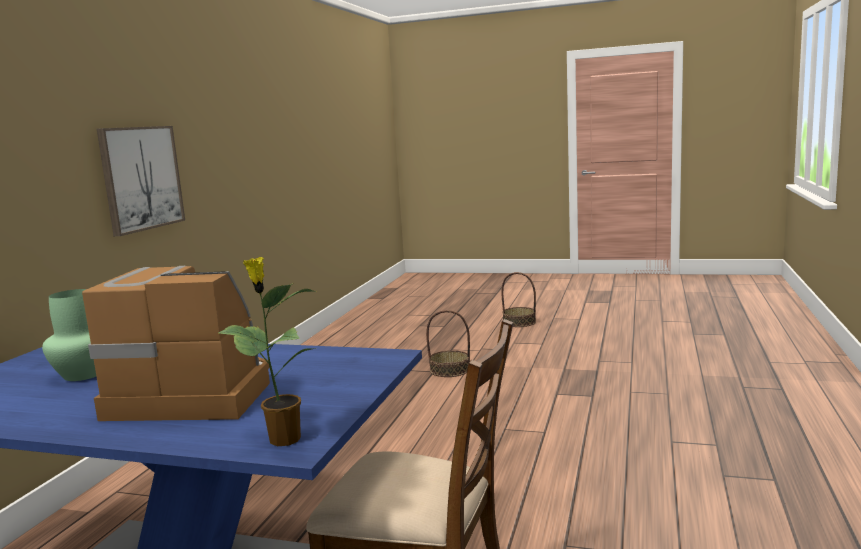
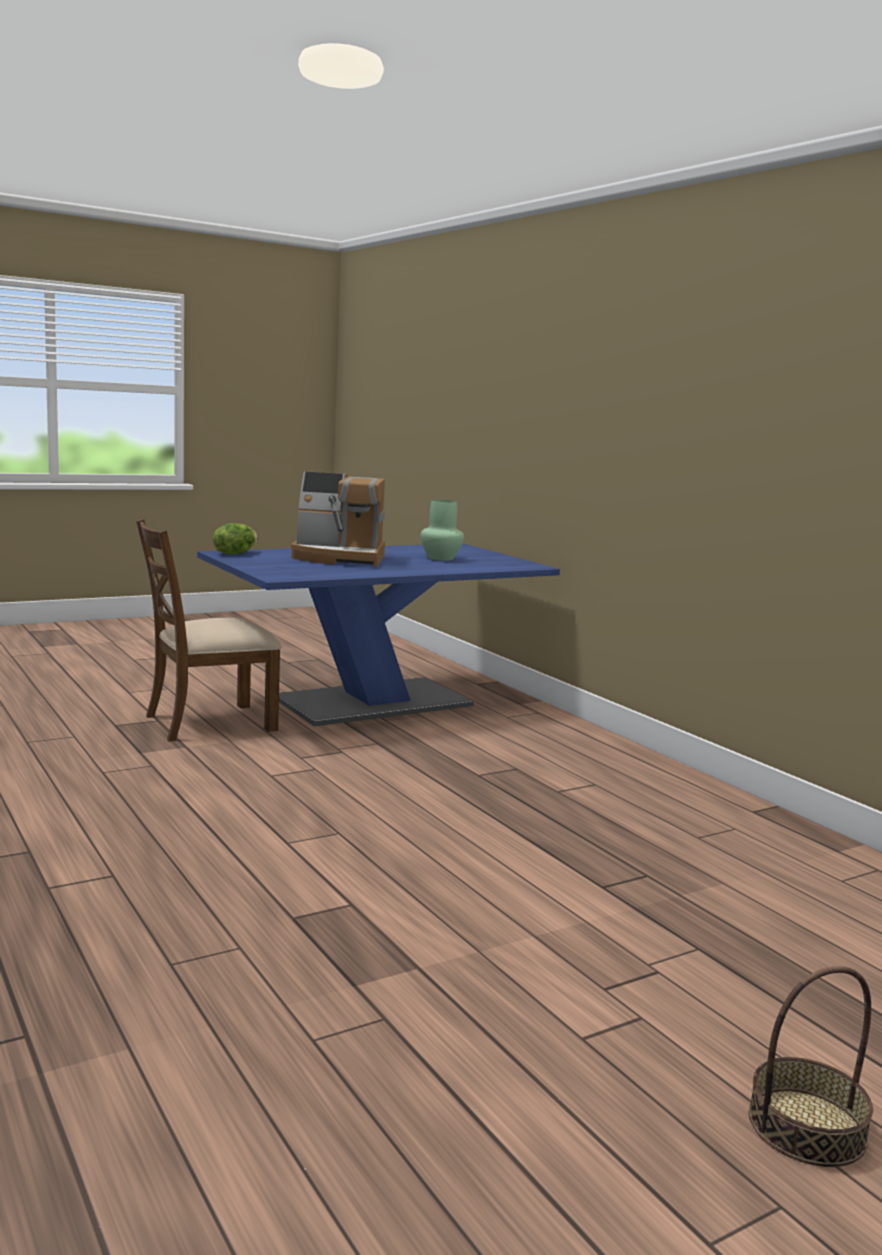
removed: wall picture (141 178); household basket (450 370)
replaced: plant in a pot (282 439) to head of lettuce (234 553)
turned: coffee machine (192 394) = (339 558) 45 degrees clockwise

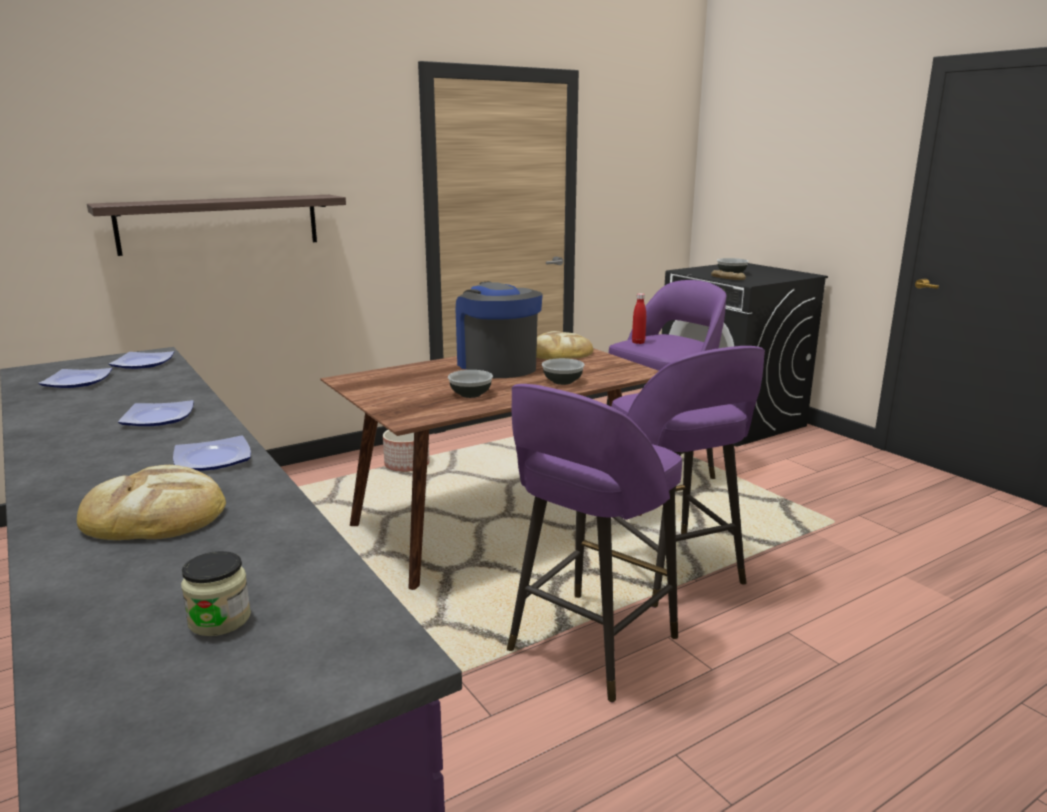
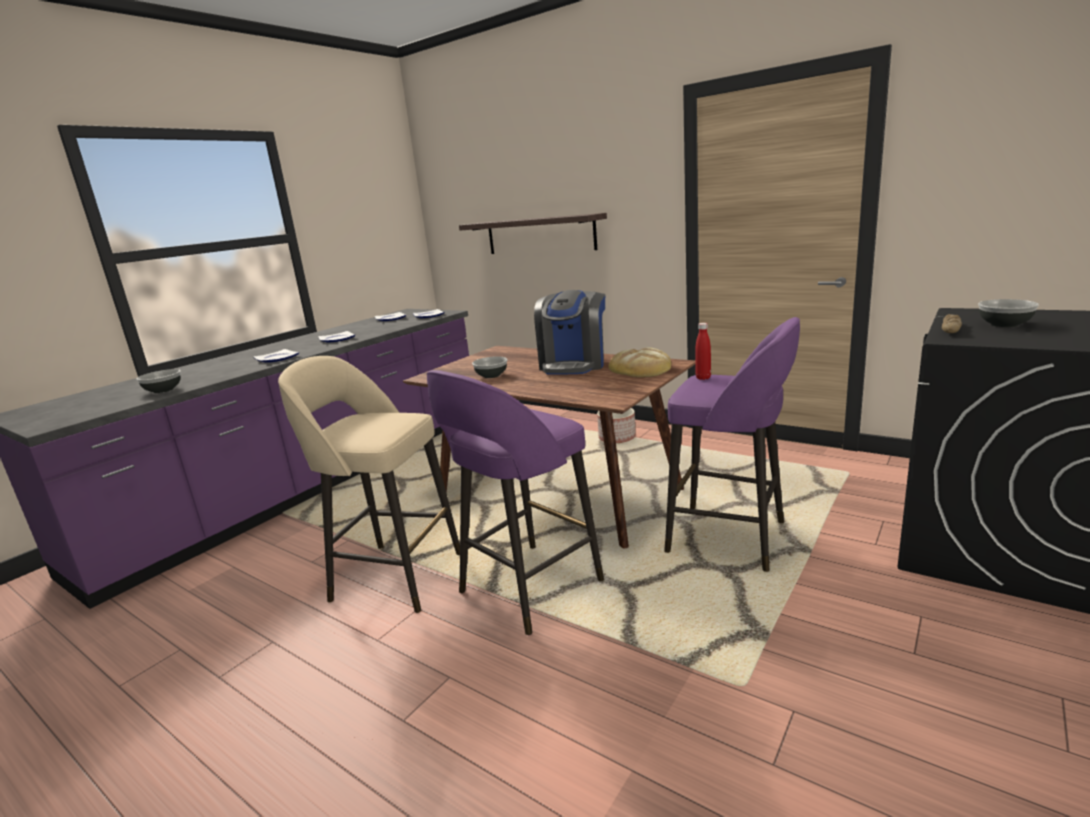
removed: baked bread (155 513); jar (219 619)
moved: deep dish (562 382) to (163 390)
recoloured: purple-coloured stool seat (589 646) to sand-coloured stool seat (394 576)
turned: coffee machine (496 366) = (573 365) 150 degrees clockwise

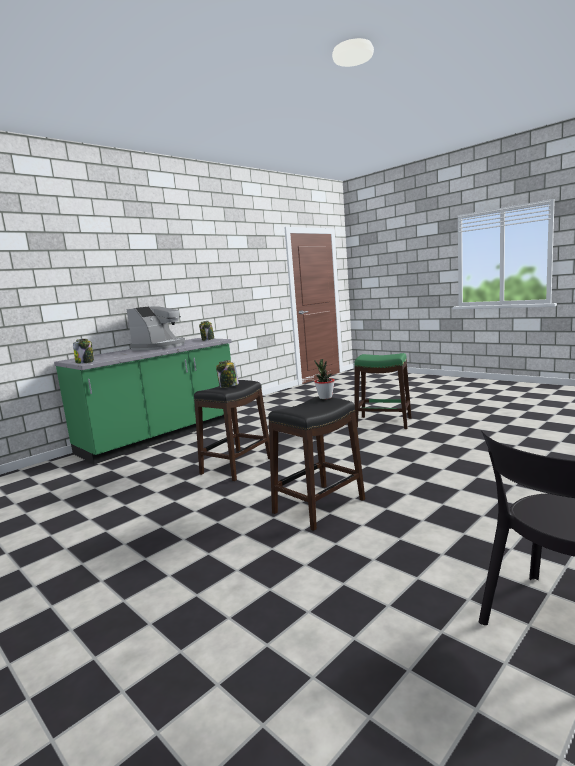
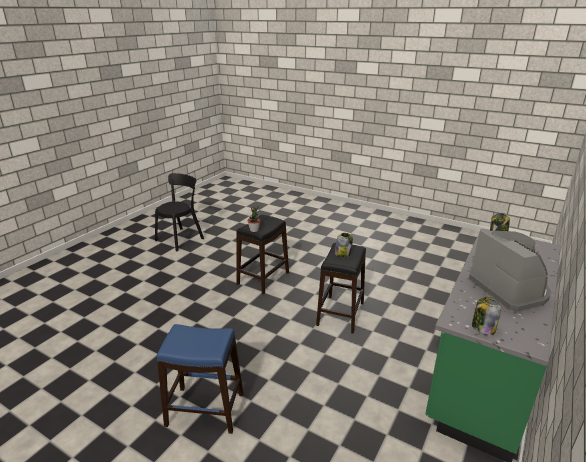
recoloured: green-coloured stool seat (383 422) to bluish stool seat (205 410)
turned: coffee machine (160 347) = (509 290) 150 degrees clockwise

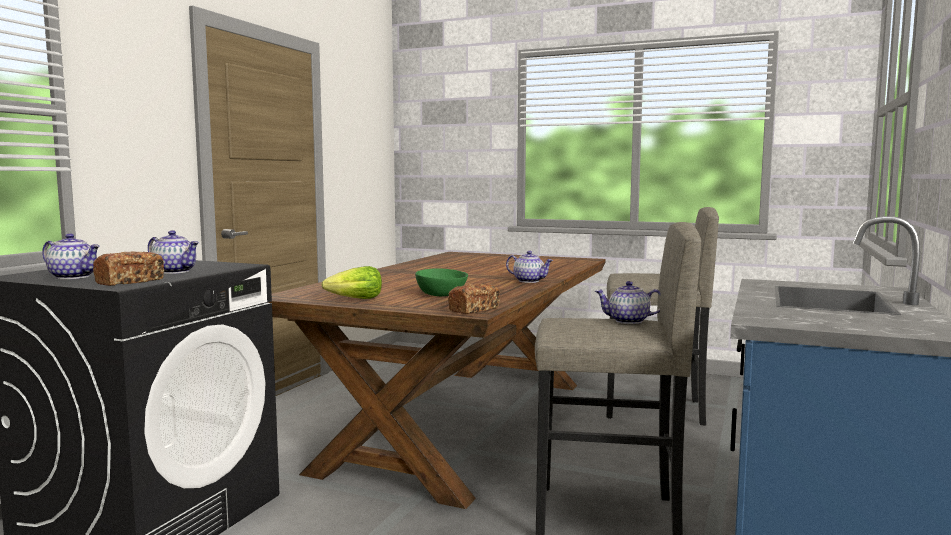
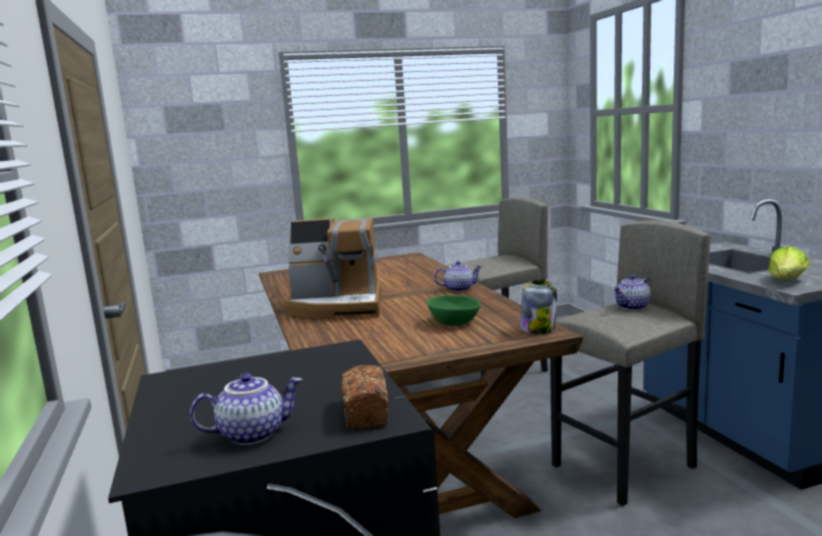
removed: pot for tea (175 271)
added: coffee machine (338 306)
moved: head of lettuce (355 299) to (787 280)
replaced: baked bread (474 309) to jar (538 329)

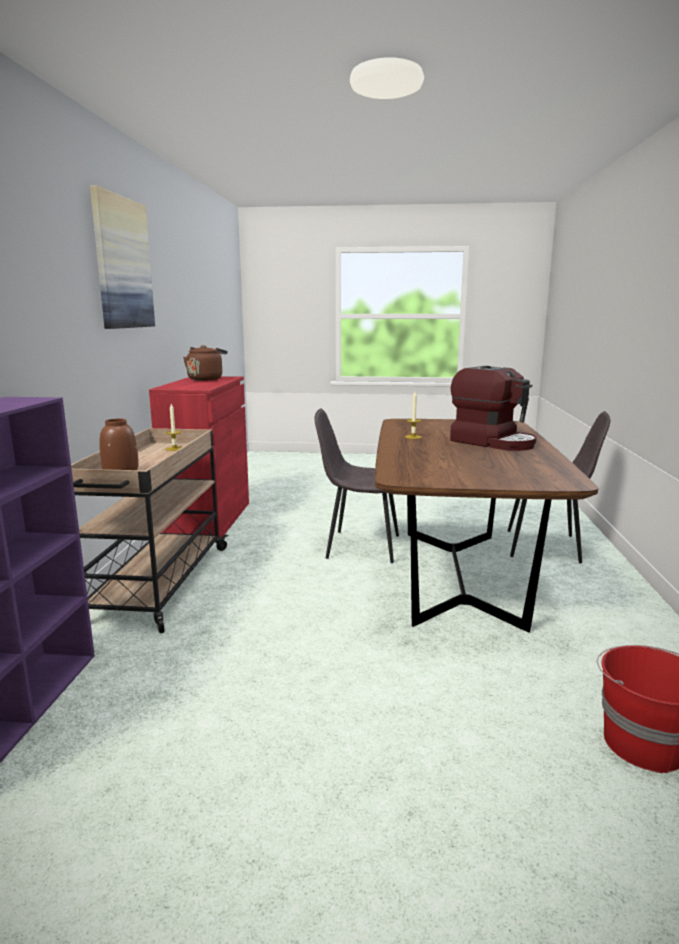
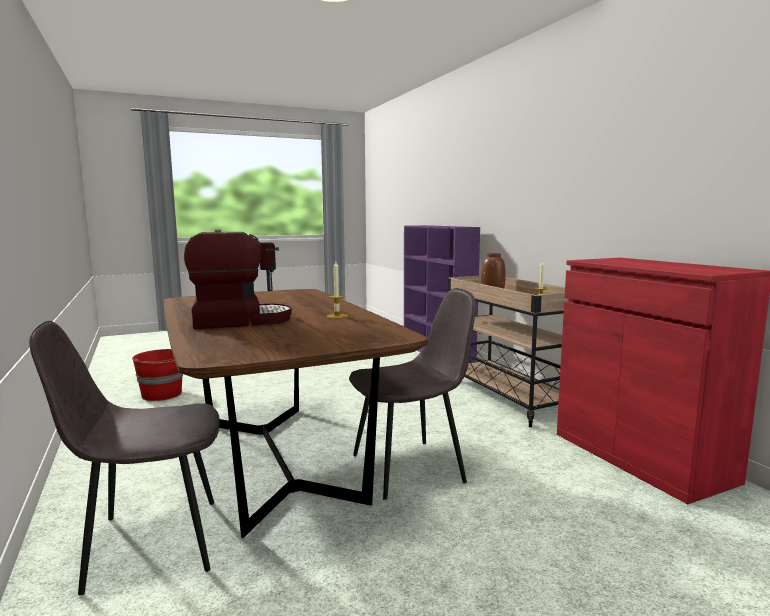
removed: wall picture (122 263); brown-coloured tea kettle (206 379)
turned: coffee machine (493 442) = (240 320) 150 degrees clockwise

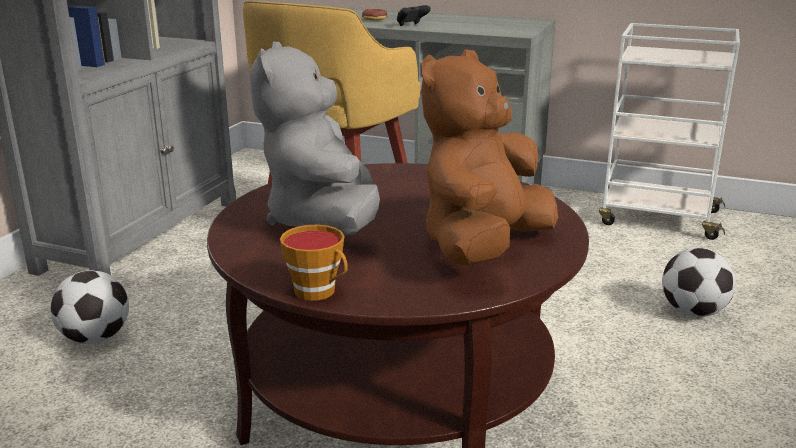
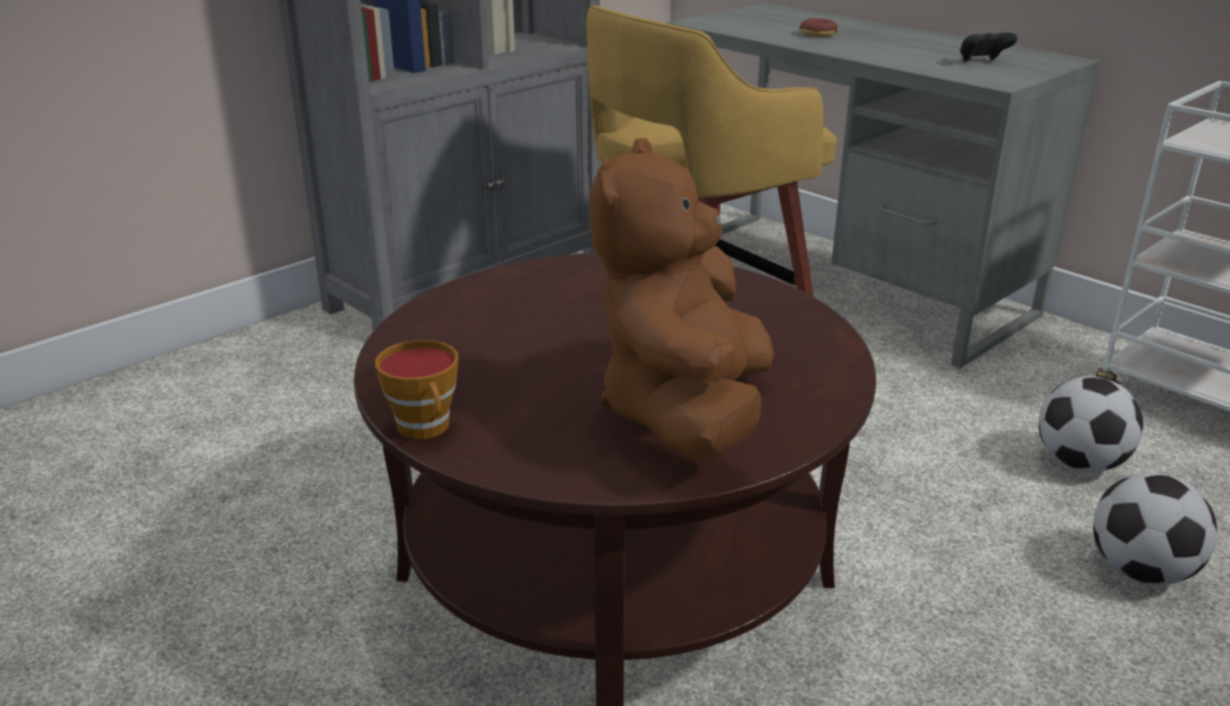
removed: gray cuddly toy (323 222)
moved: football (96 338) to (1080 464); black-coloured game controller (411 25) to (982 62)
turned: brown-coloured cuddly toy (483 247) = (685 413) 45 degrees counterclockwise

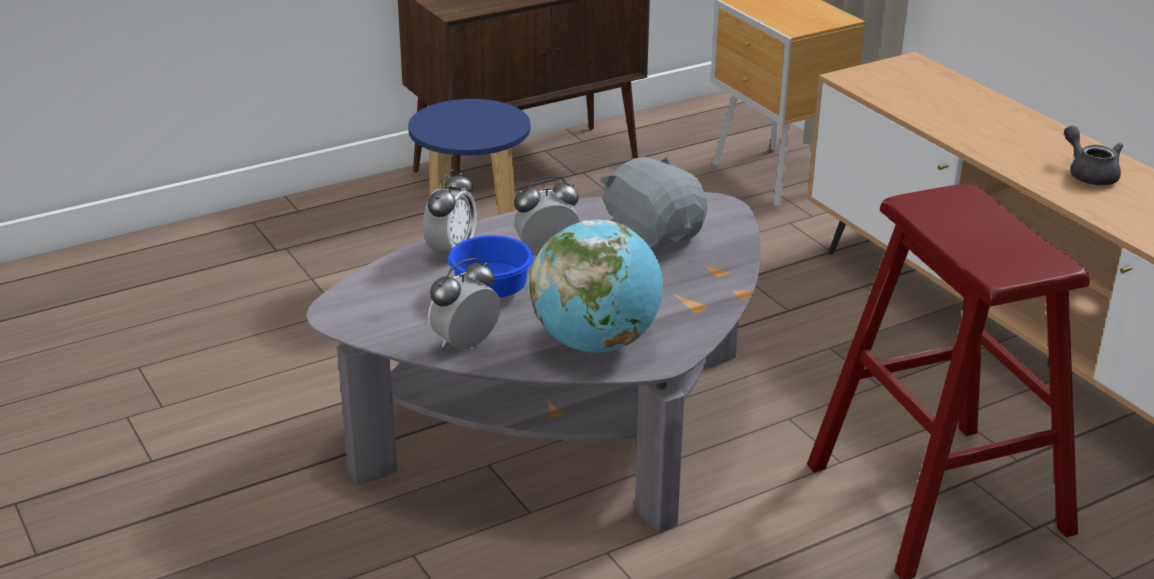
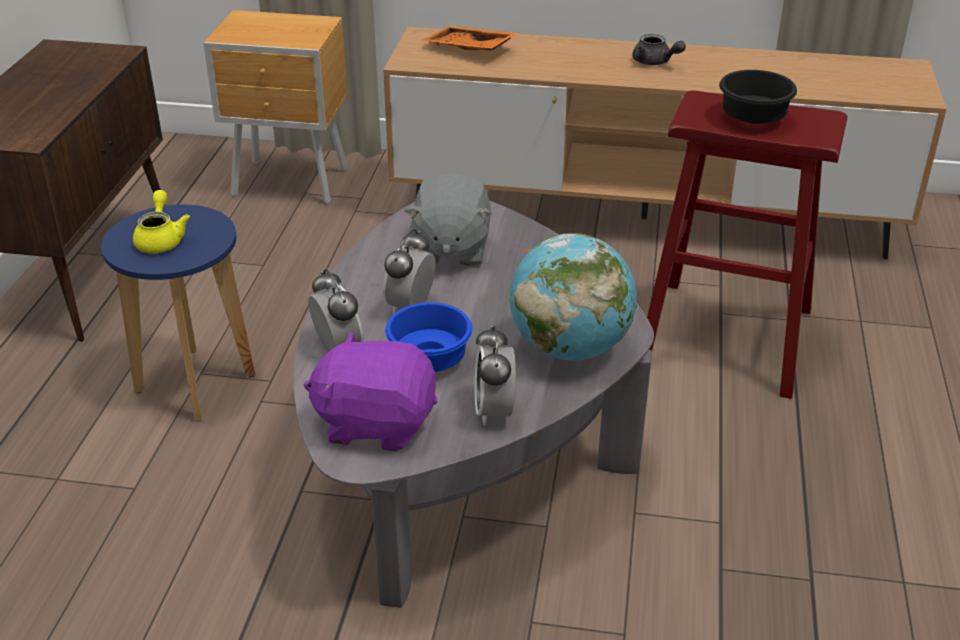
added: yellow-coloured pot for tea (161 239); purple-coloured cuddly toy (375 423); orange-coloured serving tray (468 49); black-coloured deep dish (753 120)
turned: gray cuddly toy (652 235) = (450 249) 90 degrees counterclockwise; gray pot for tea (1089 174) = (655 62) 150 degrees counterclockwise

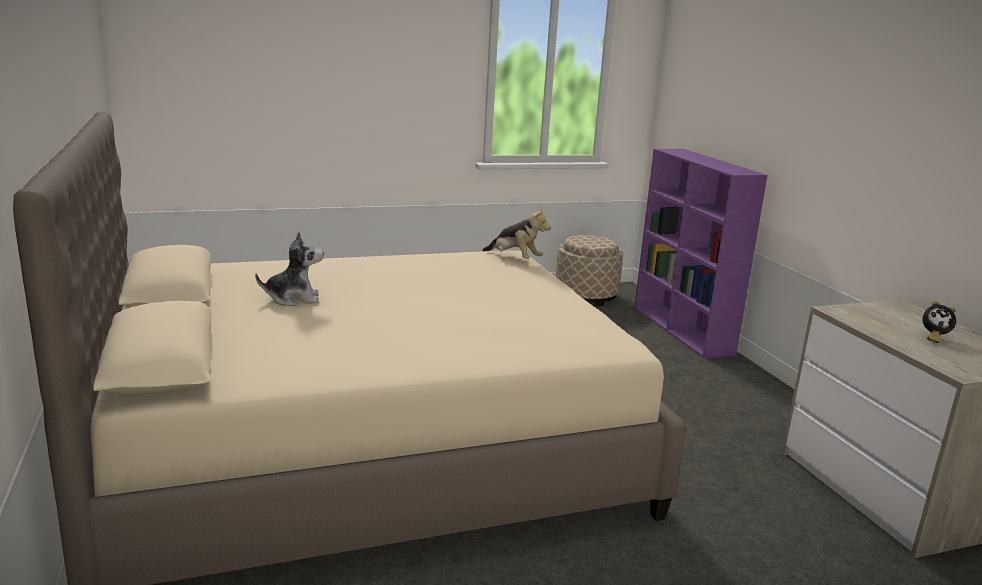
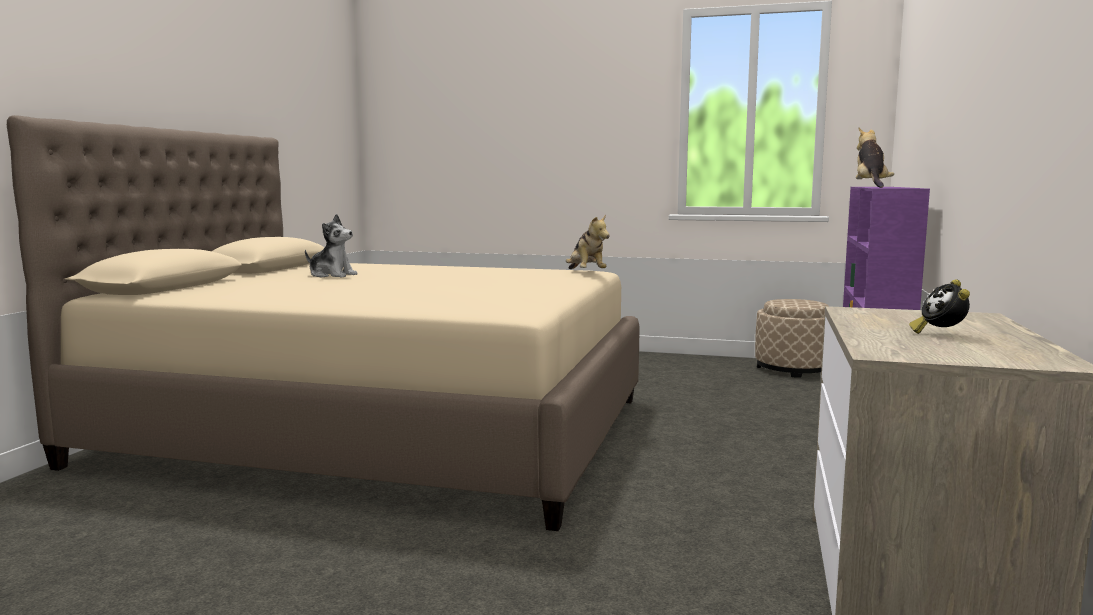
added: cuddly toy (870 187)
turned: alarm clock (933 337) = (939 334) 45 degrees clockwise

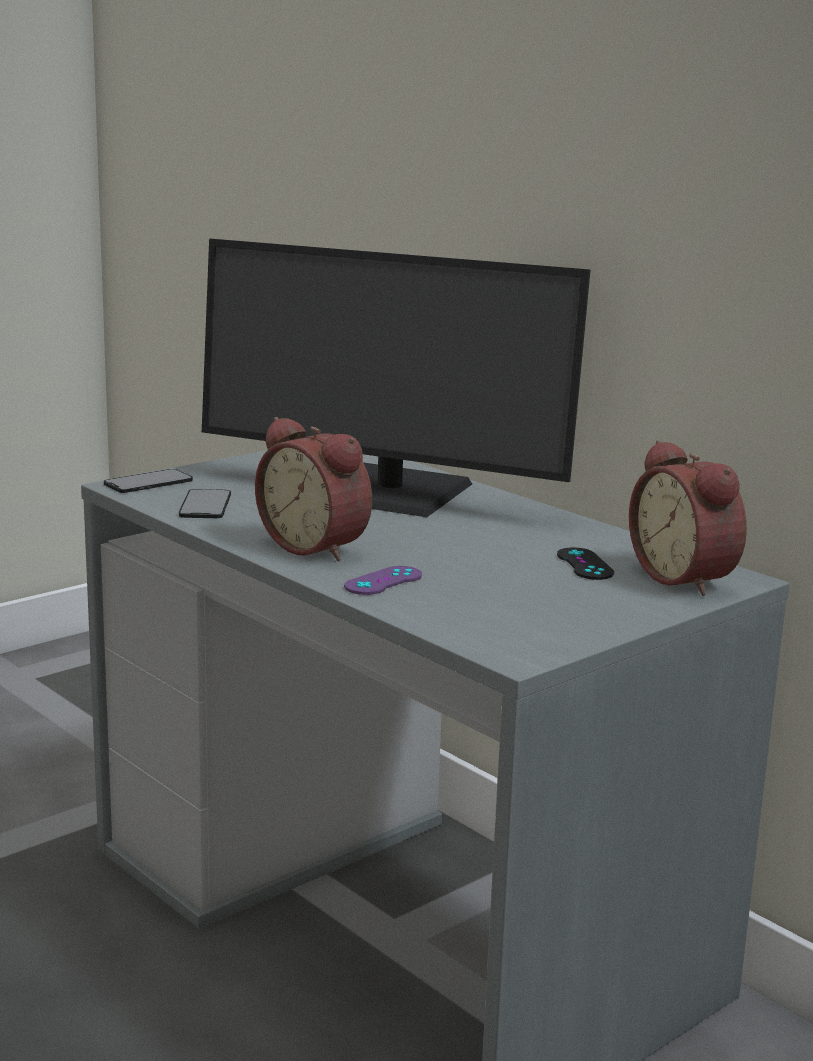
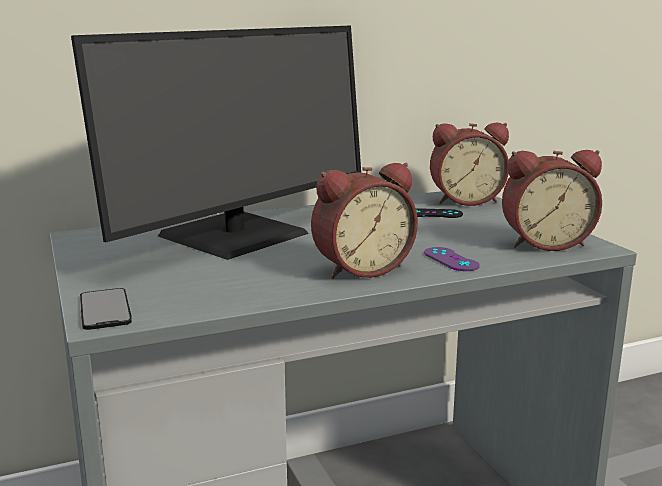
removed: handset (205 505)
added: alarm clock (544 243)

